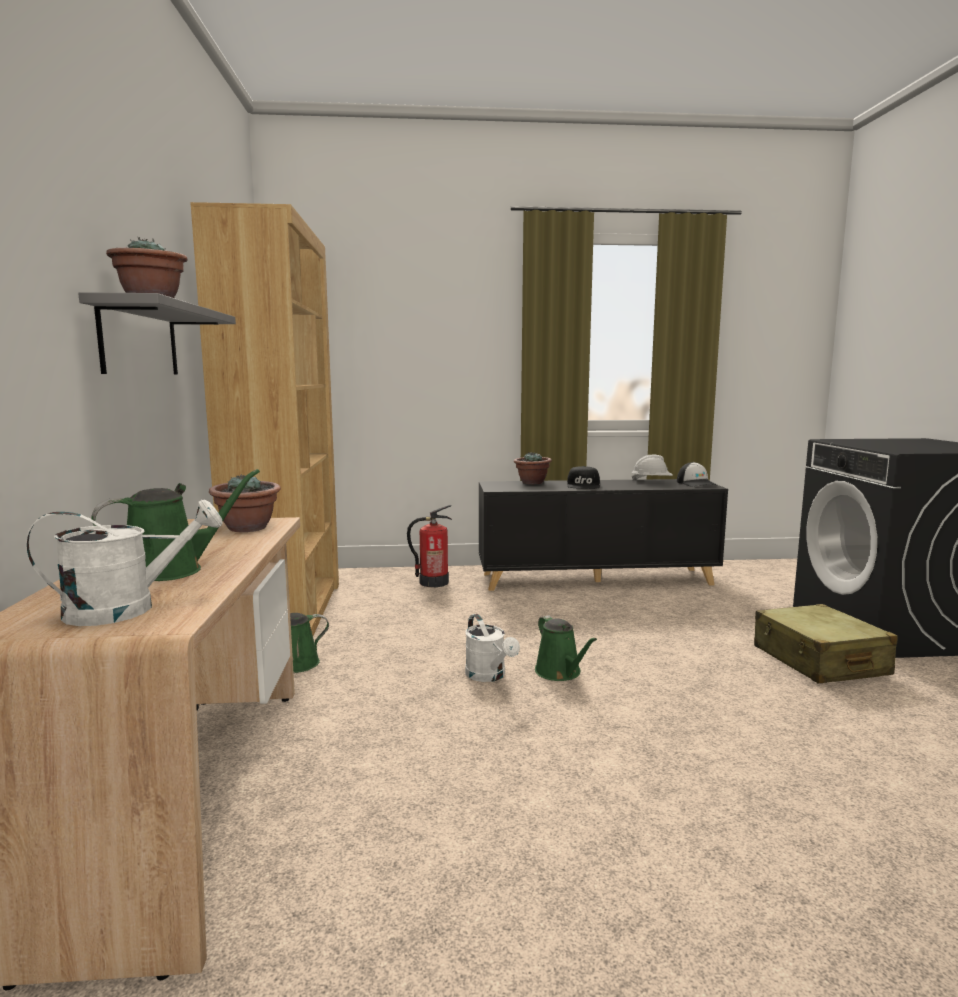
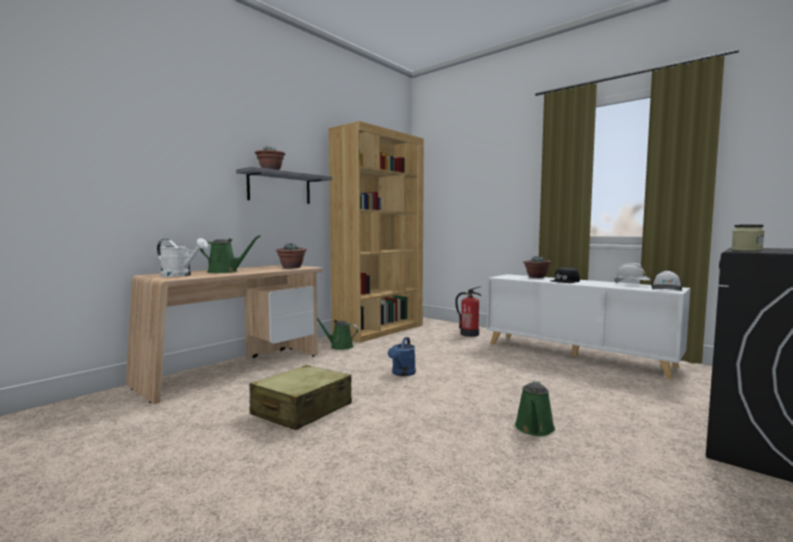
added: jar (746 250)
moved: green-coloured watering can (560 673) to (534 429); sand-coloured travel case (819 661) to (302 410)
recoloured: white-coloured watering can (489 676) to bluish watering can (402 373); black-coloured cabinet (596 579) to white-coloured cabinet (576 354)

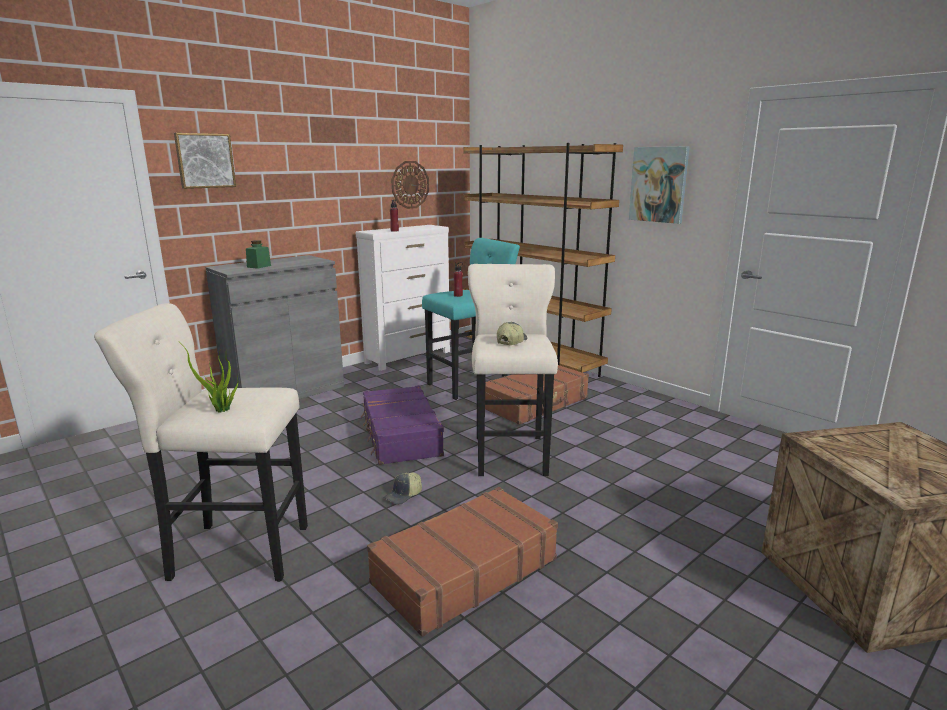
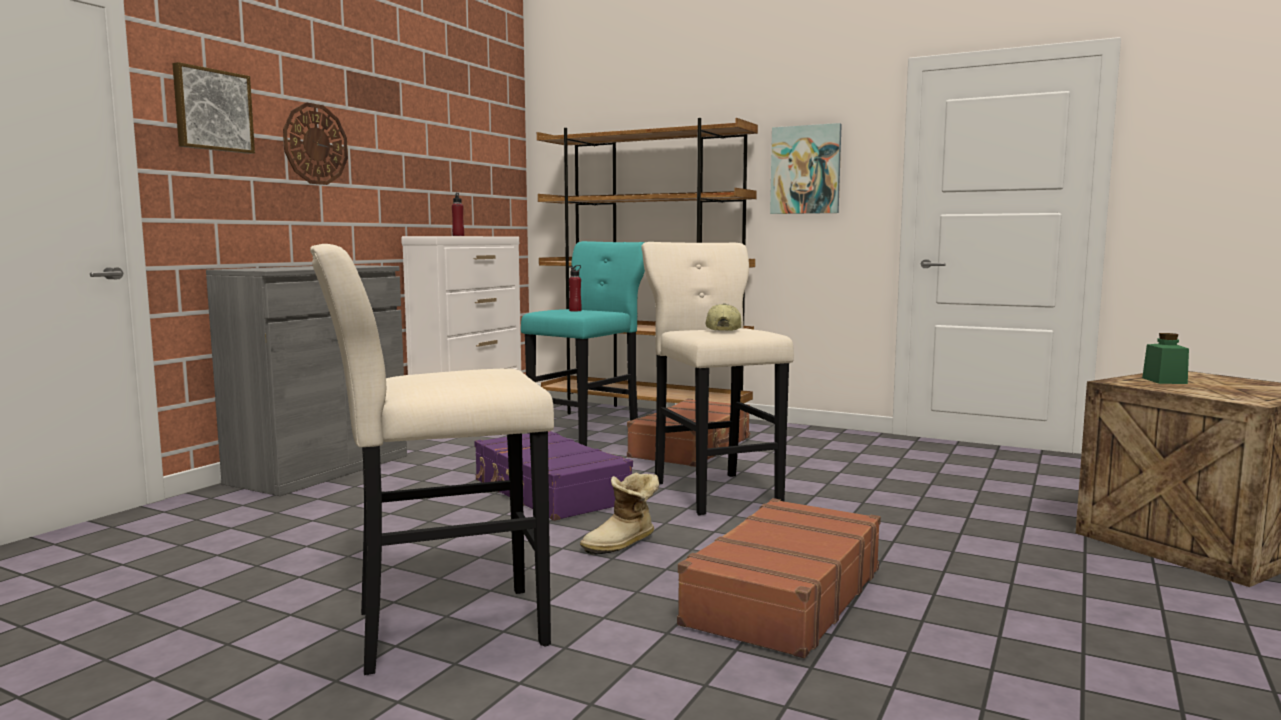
removed: plant in a pot (220 410)
moved: green-coloured jar (259 266) to (1164 381); hanging clock (410 184) to (315 144)
replaced: peaked cap (403 495) to high-top boot (623 544)

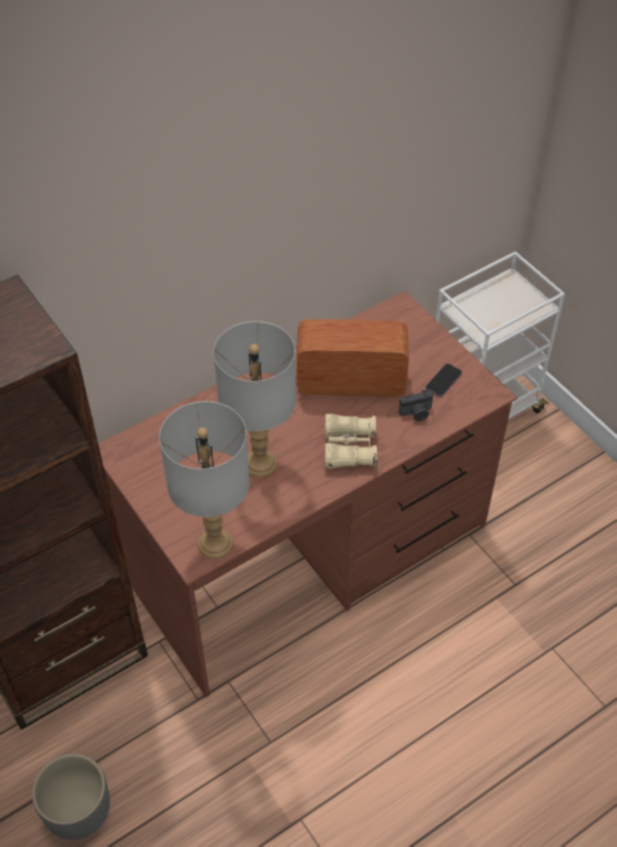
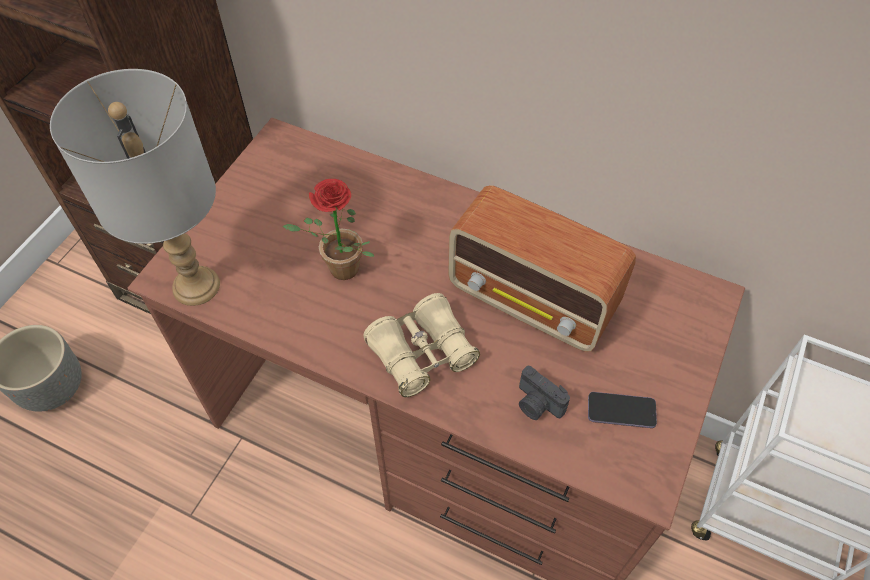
replaced: gray table lamp (260 464) to plant in a pot (338 271)
turned: radio (349 382) = (533 300) 150 degrees clockwise

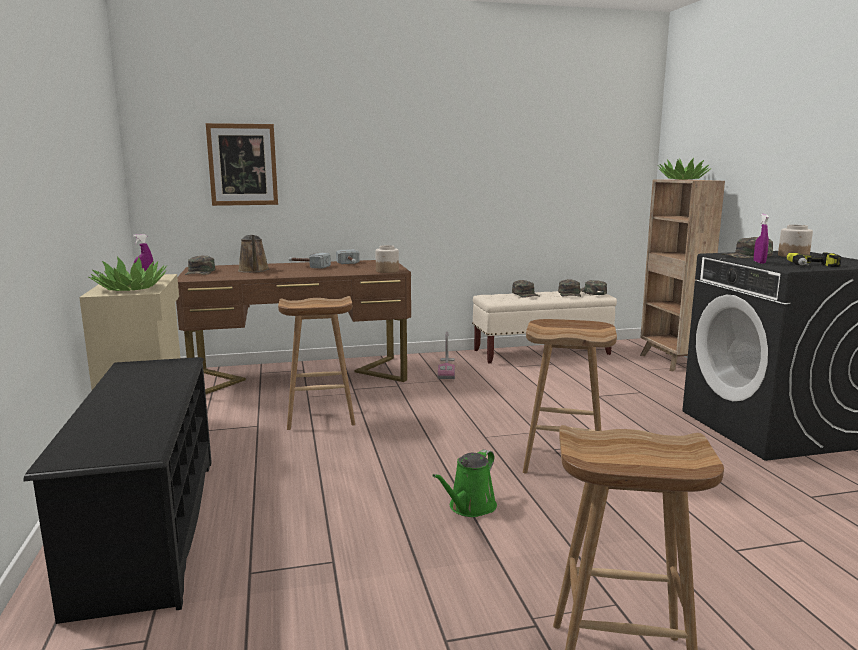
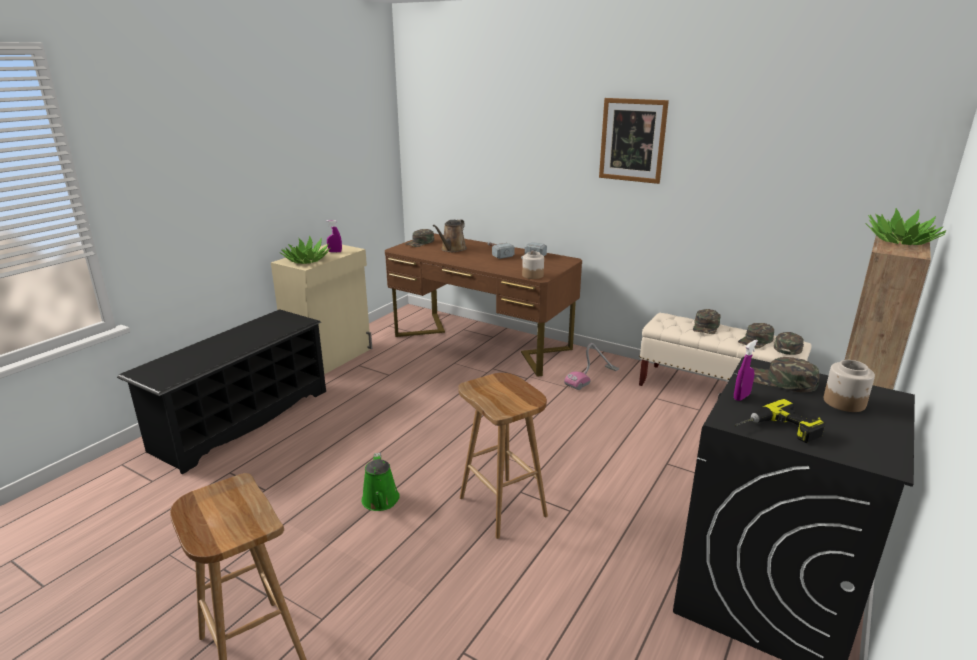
removed: brown-coloured stool seat (319 417)
moved: wall picture (242 165) to (632 140)
turned: green-coloured watering can (470 507) = (380 501) 90 degrees counterclockwise

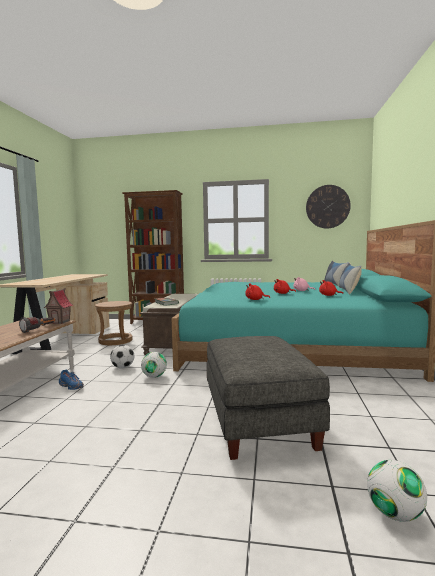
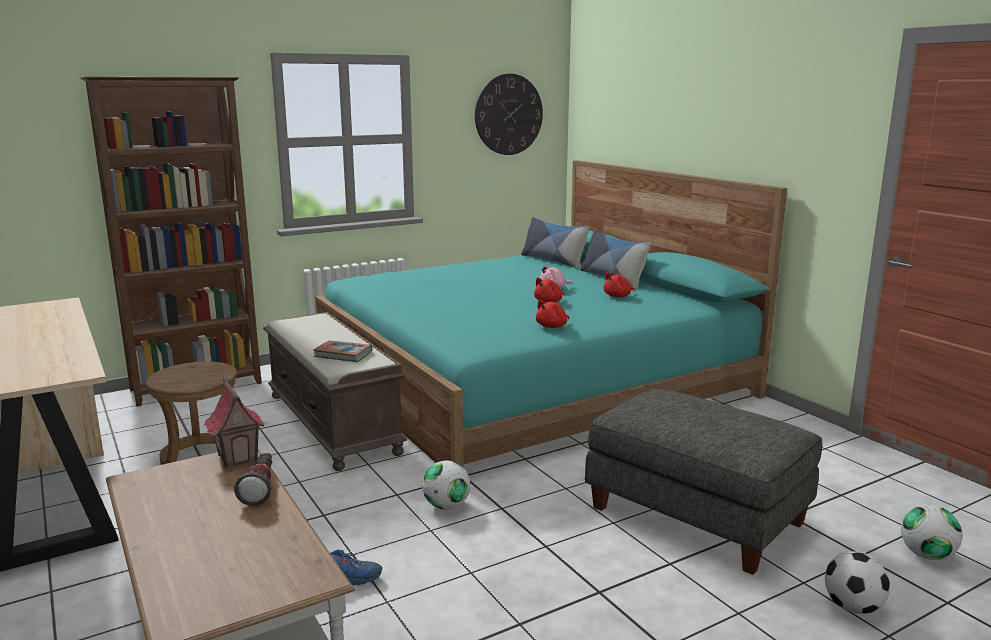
moved: football (122 367) to (852 607)

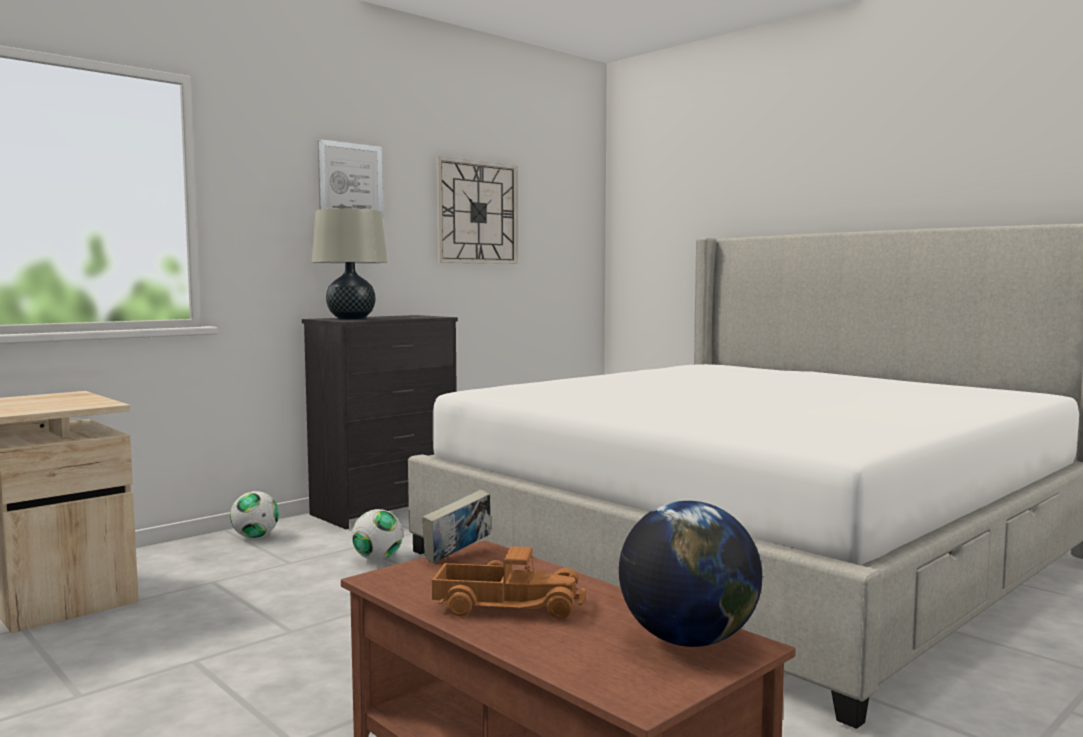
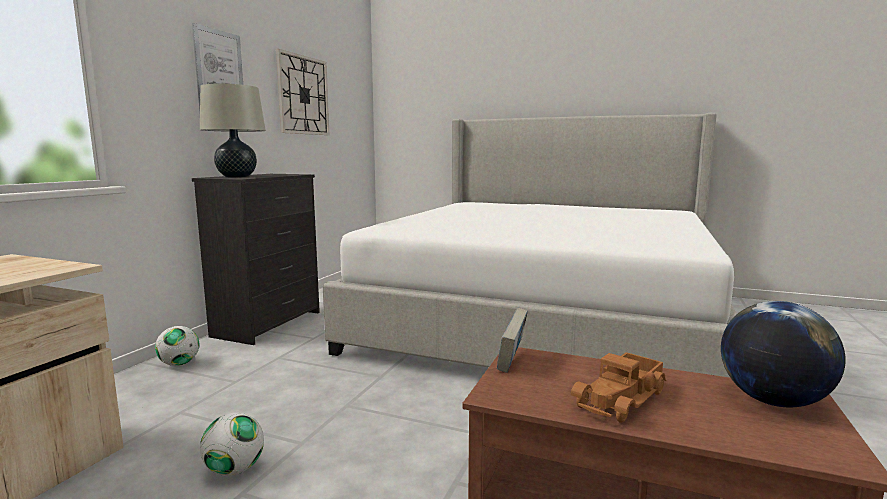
moved: football (377 559) to (234 470)
turned: toy truck (508 605) = (622 398) 150 degrees clockwise

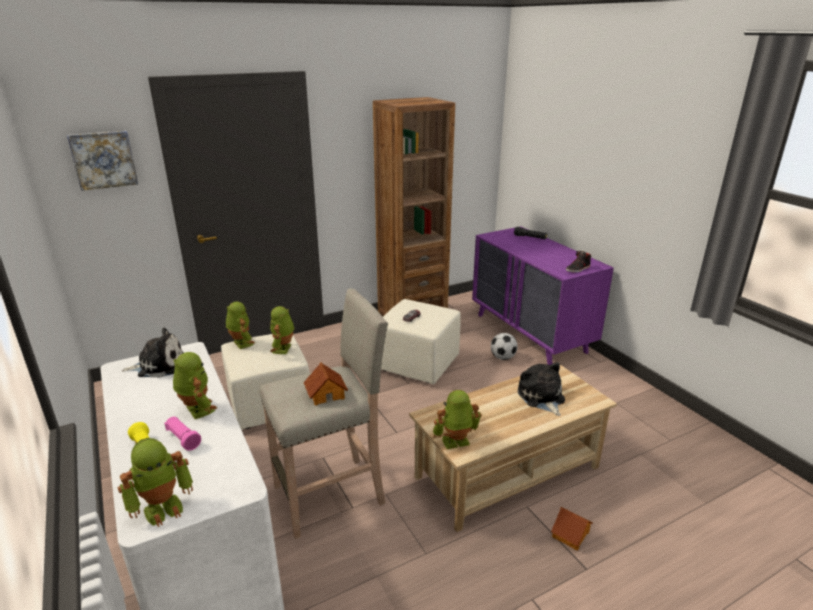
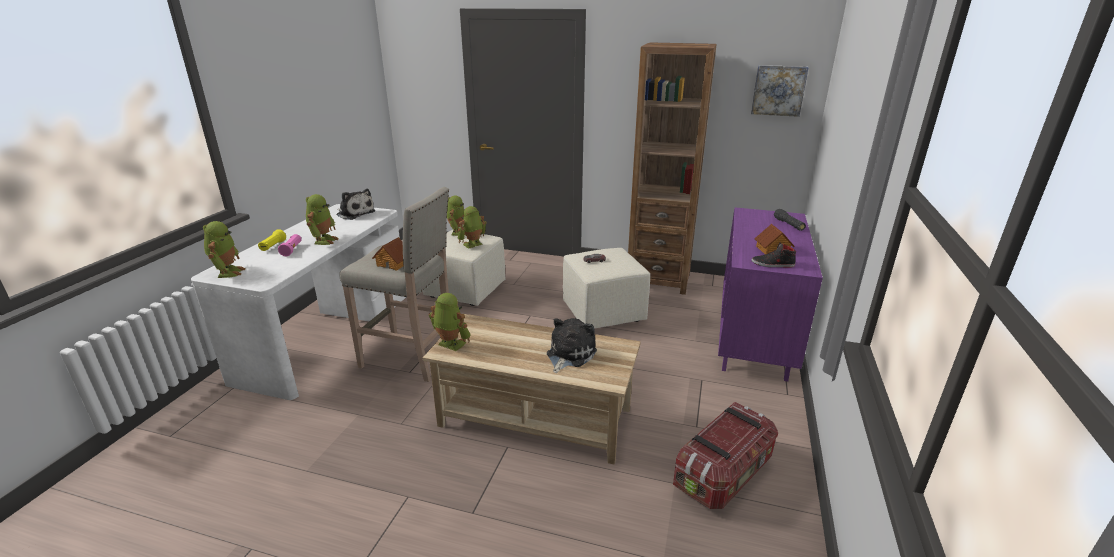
removed: football (503 357)
added: storage box (724 473)
moved: wall picture (103 159) to (778 90); miniature house (571 534) to (772 250)
turned: model robot (163 507) = (228 272) 105 degrees counterclockwise

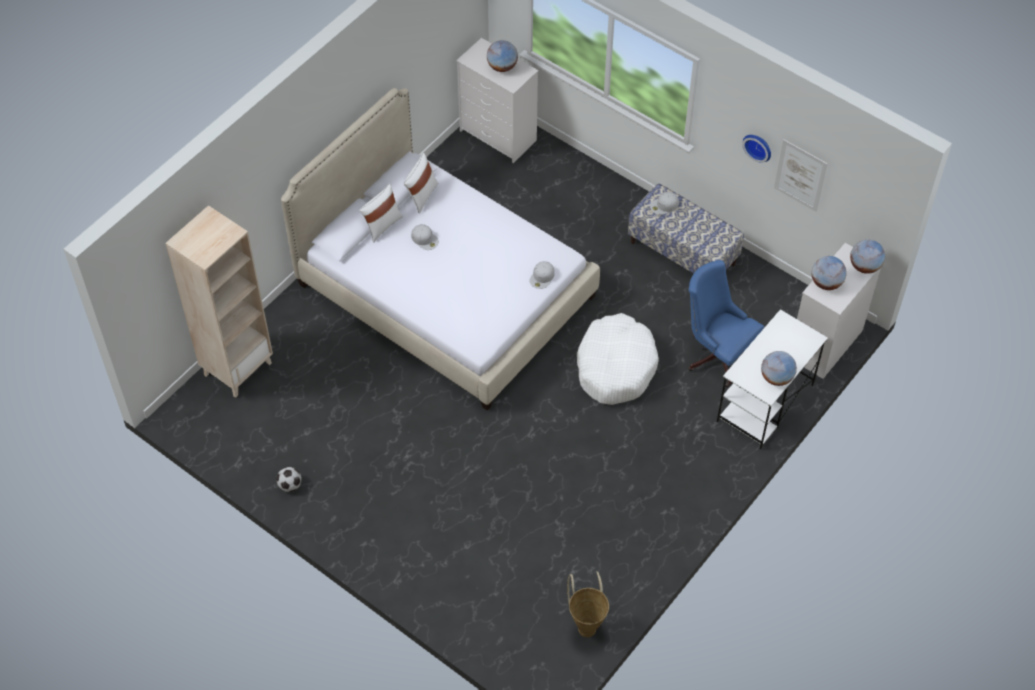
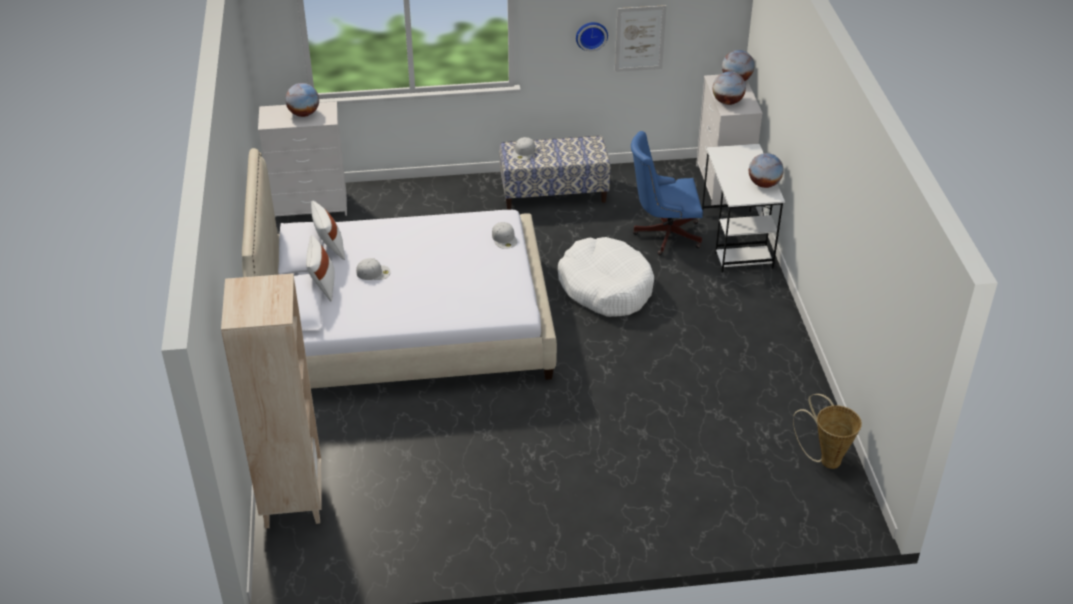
removed: football (290 485)

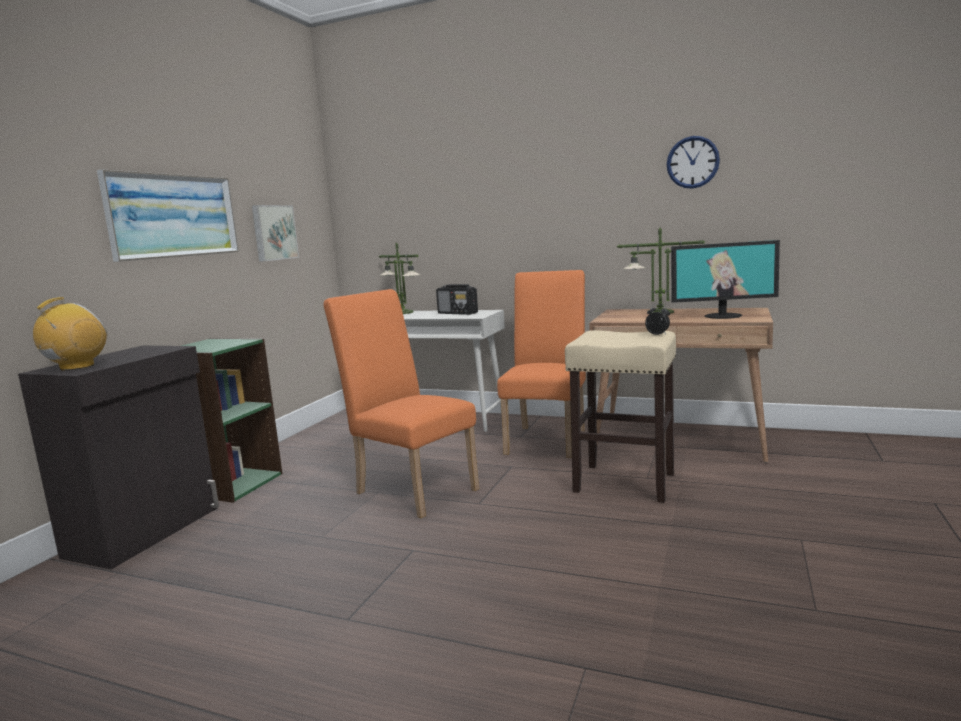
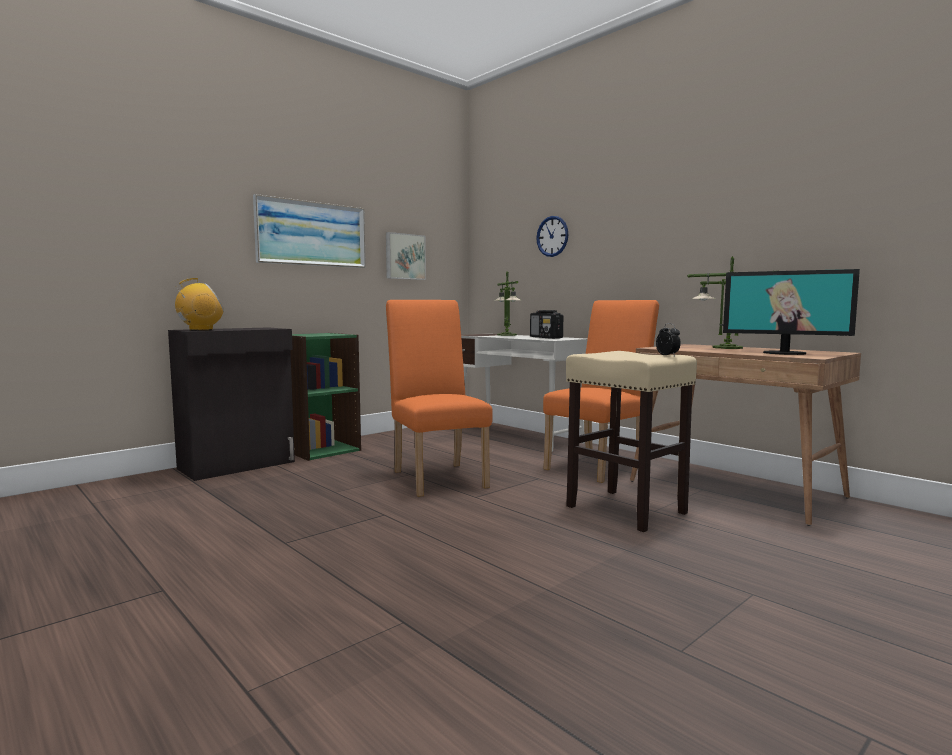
moved: hanging clock (692 162) to (552 236)

